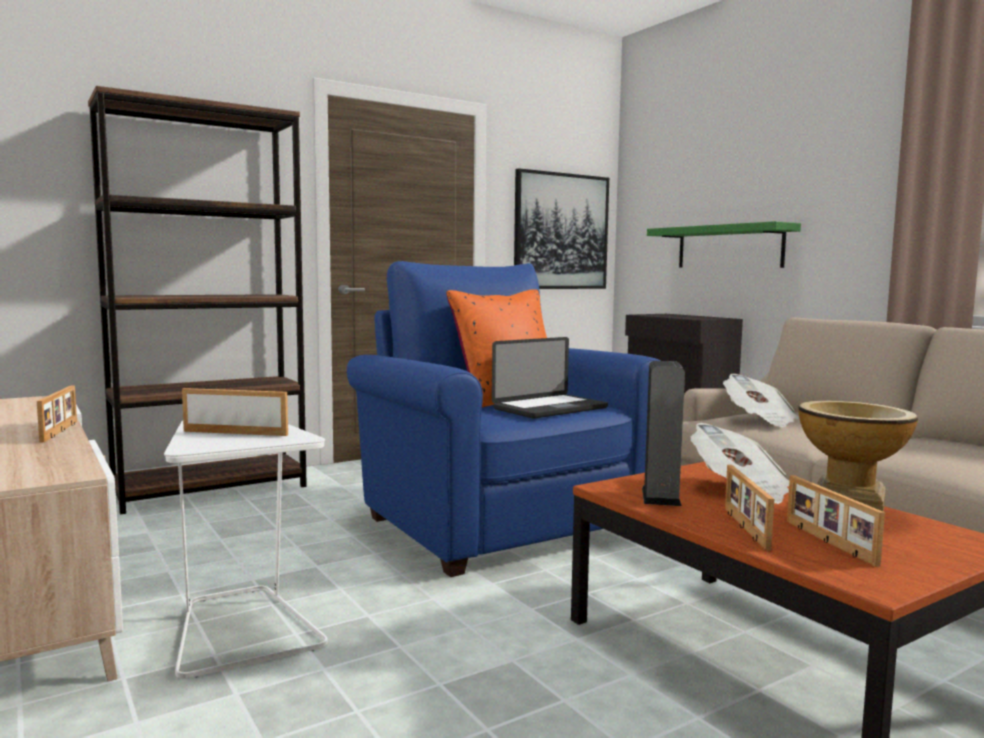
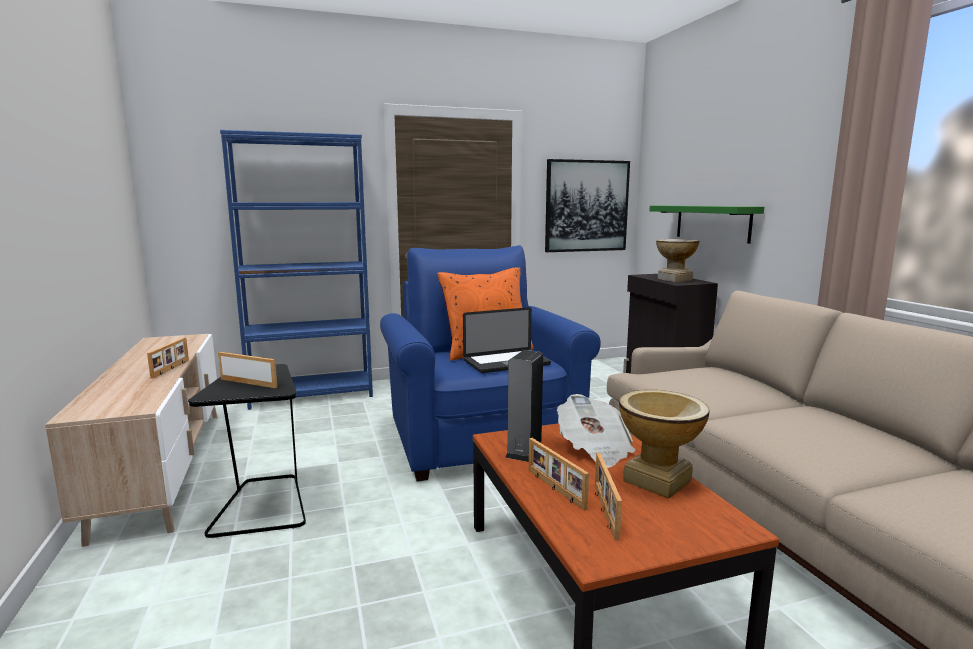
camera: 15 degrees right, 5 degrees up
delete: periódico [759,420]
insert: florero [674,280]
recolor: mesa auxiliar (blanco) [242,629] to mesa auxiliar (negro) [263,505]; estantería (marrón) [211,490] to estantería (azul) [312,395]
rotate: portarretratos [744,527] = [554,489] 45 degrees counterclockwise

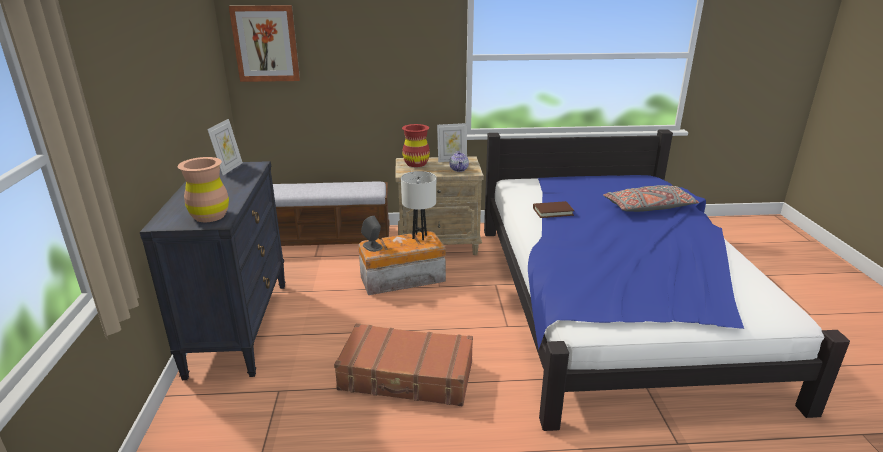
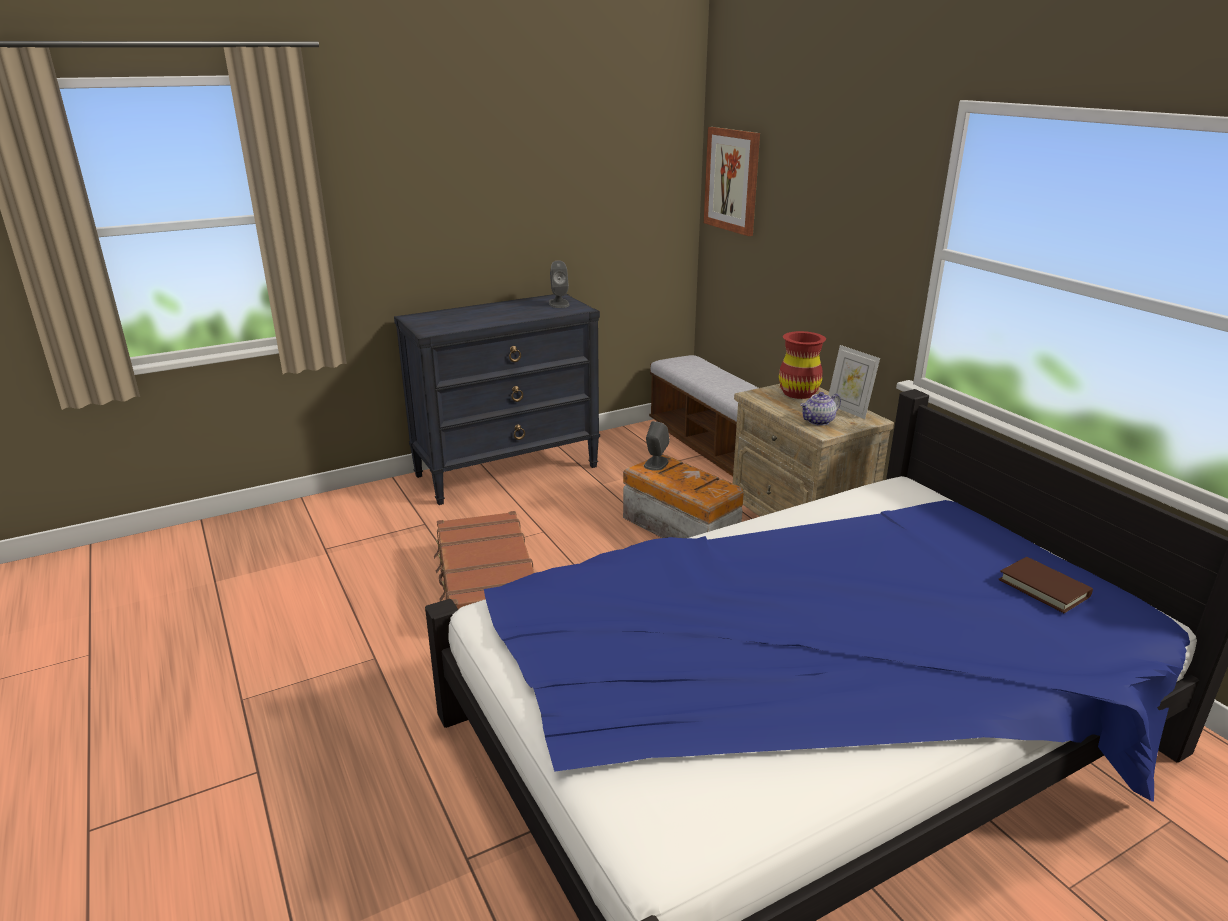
camera: 65 degrees right, 0 degrees up
delete: florero (marrón) [210,216]; lámpara de mesa (blanco) [419,237]; cojín (gris) [648,207]
move: libro (marrón) [553,211] to [1043,588]
replace: portarretratos [229,168] to altavoz (gris) [559,303]

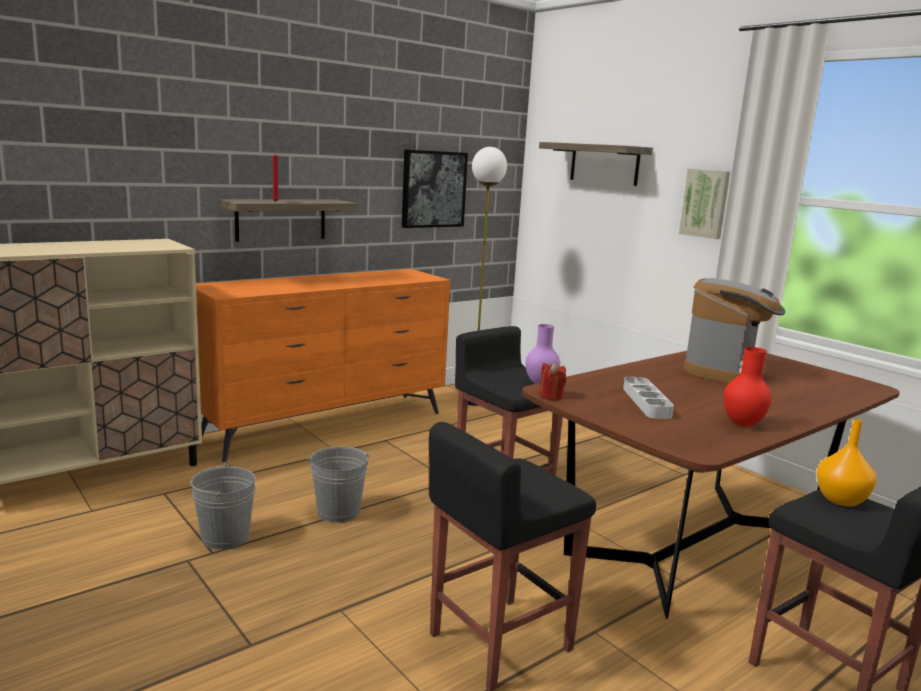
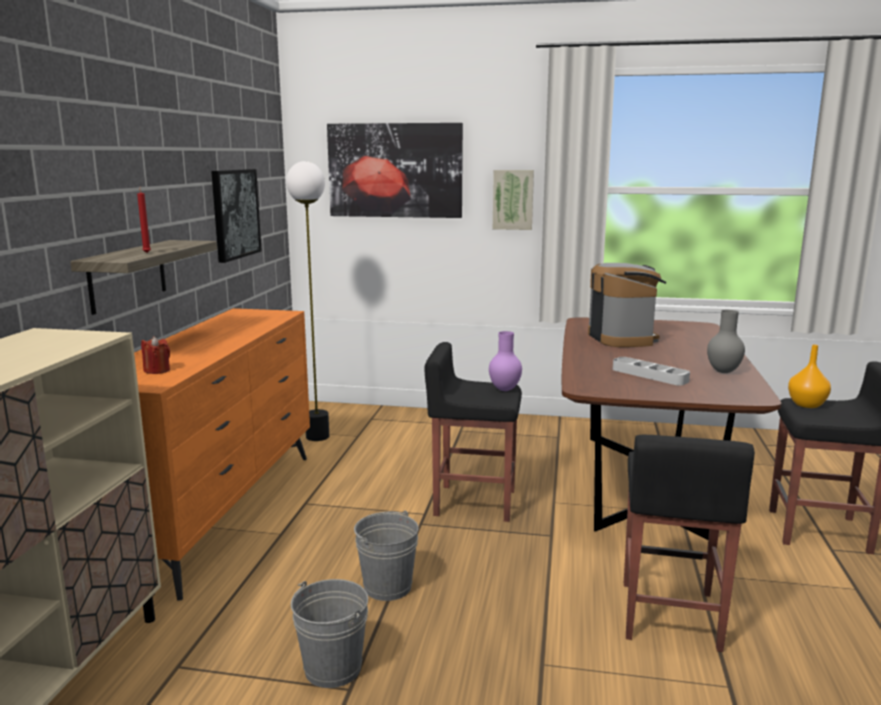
camera: 40 degrees left, 0 degrees up
move: vela (rojo) [551,396] to [157,370]
replace: estante [604,164] to cuadro [395,170]
recolor: florero (rojo) [741,424] to florero (gris) [722,371]

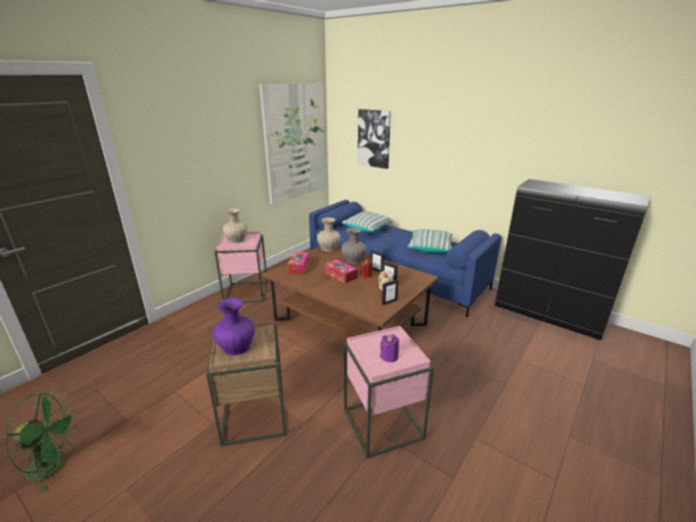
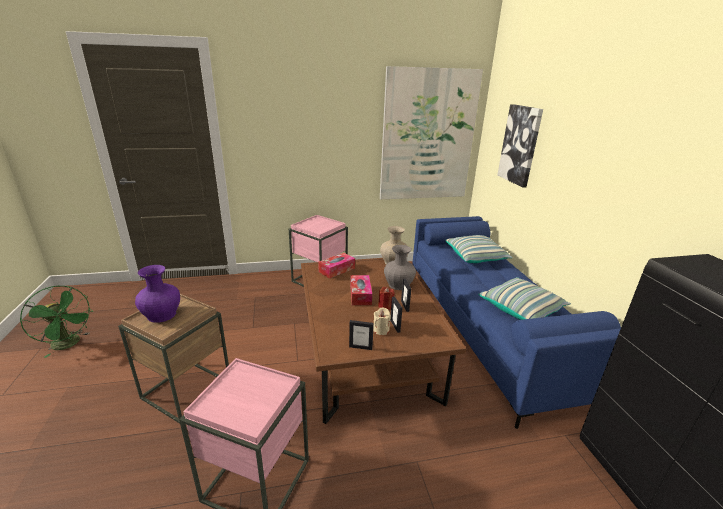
camera: 40 degrees right, 0 degrees up
delete: florero (beis) [236,240]; vela (morado) [389,356]

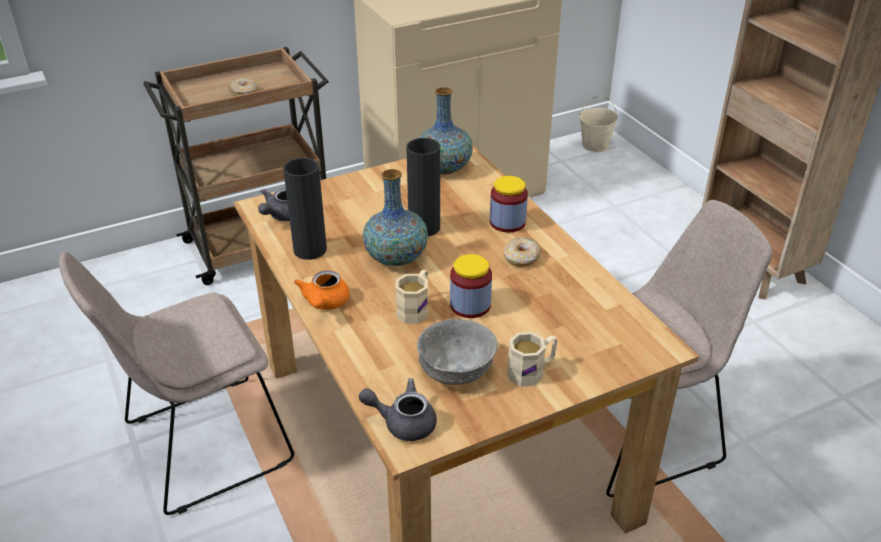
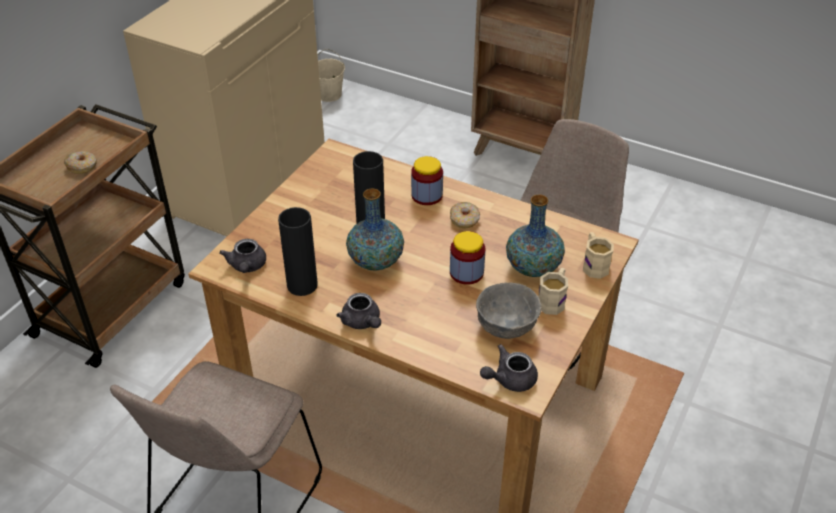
camera: 35 degrees left, 5 degrees up
move: florero [444,168] to [533,267]; taza grande (beis) [415,308] to [594,264]
recolor: tetera (naranja) [325,304] to tetera (gris) [362,322]

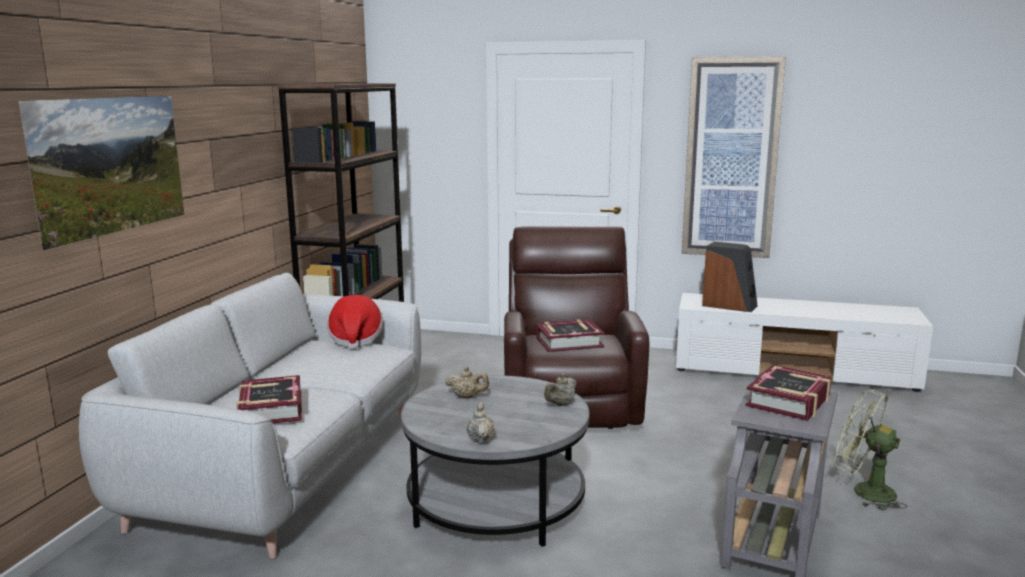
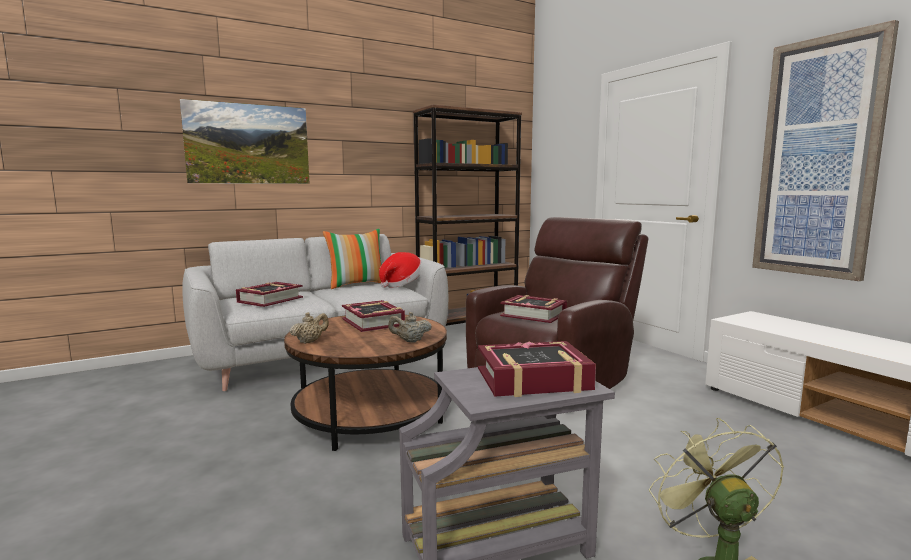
camera: 45 degrees right, 5 degrees down
delete: altavoz [729,305]
insert: cojín [357,284]
replace: tetera (beis) [467,397] to libro [373,322]
recolor: mesa de centro (gris) [496,502] to mesa de centro (marrón) [370,414]

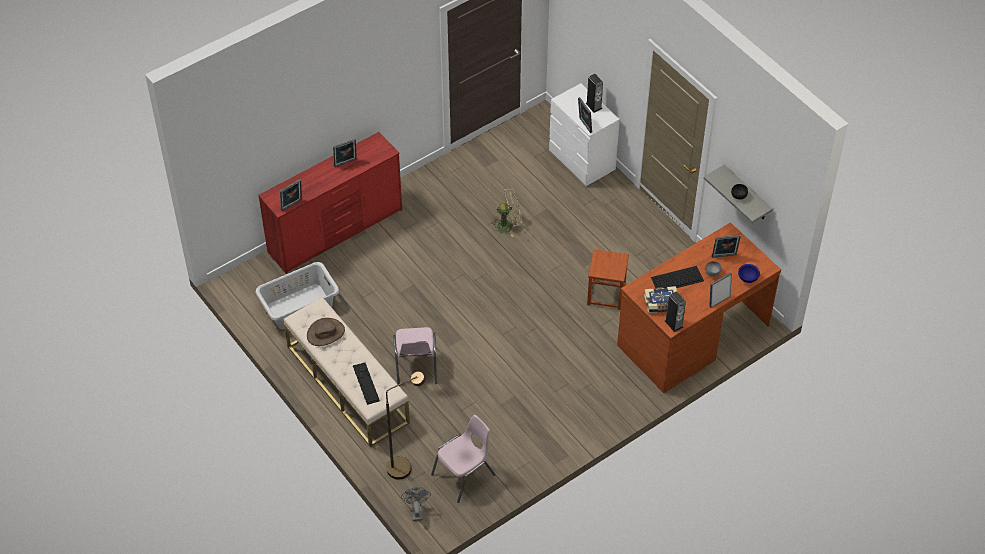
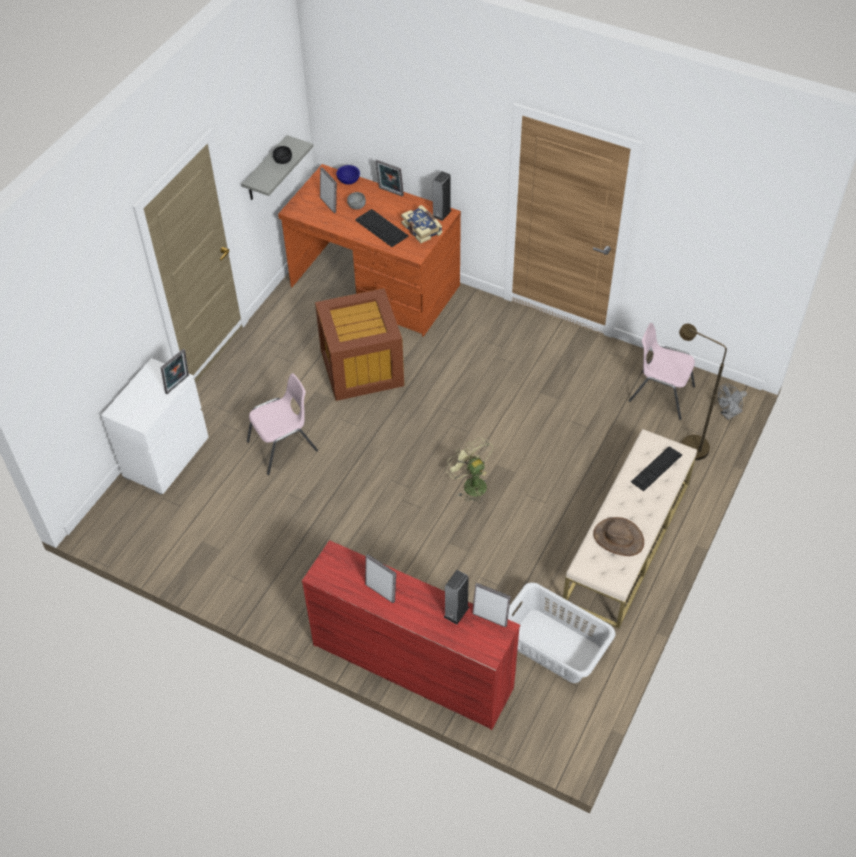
camera: 115 degrees left, 0 degrees up
move: silla (rosa) [415,367] to [283,446]; altavoz [593,106] to [456,612]; ventilador (verde) [507,225] to [470,484]
replace: taburete (marrón) [606,294] to caja de almacenaje (marrón) [360,367]

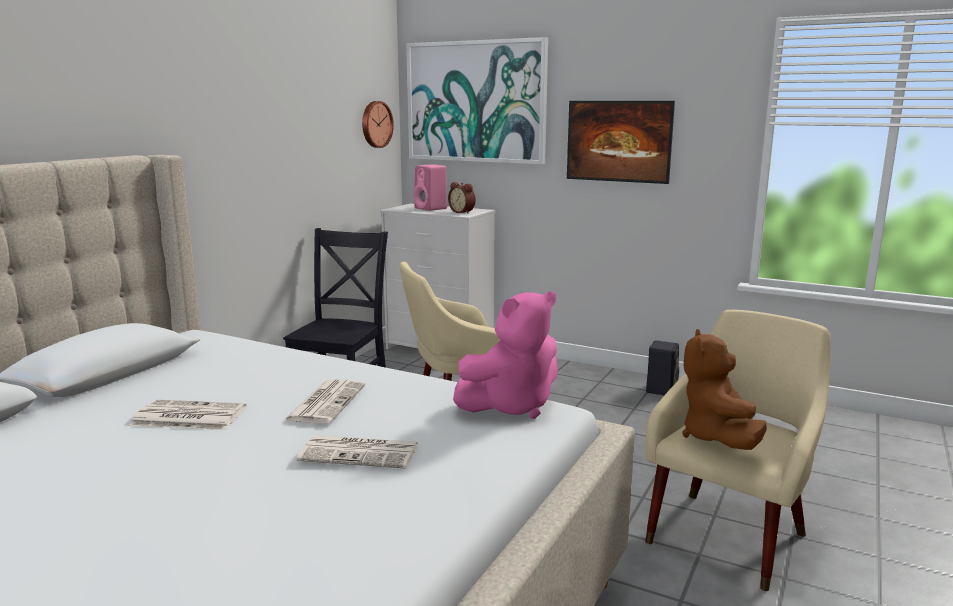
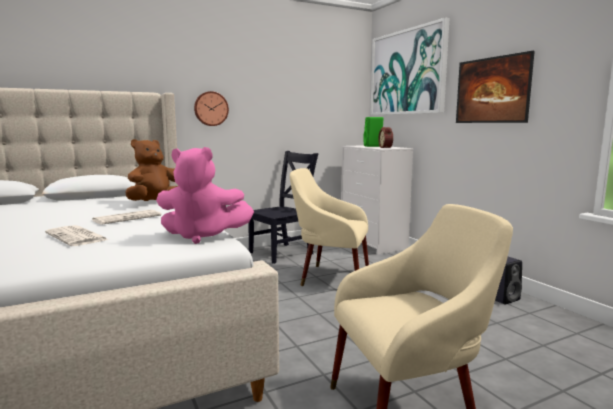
camera: 35 degrees right, 5 degrees down
delete: periódico [187,416]
move: peluche (marrón) [717,438] to [156,203]; reloj de pared [375,124] to [211,108]
recolor: altavoz (rosa) [431,208] to altavoz (verde) [373,146]

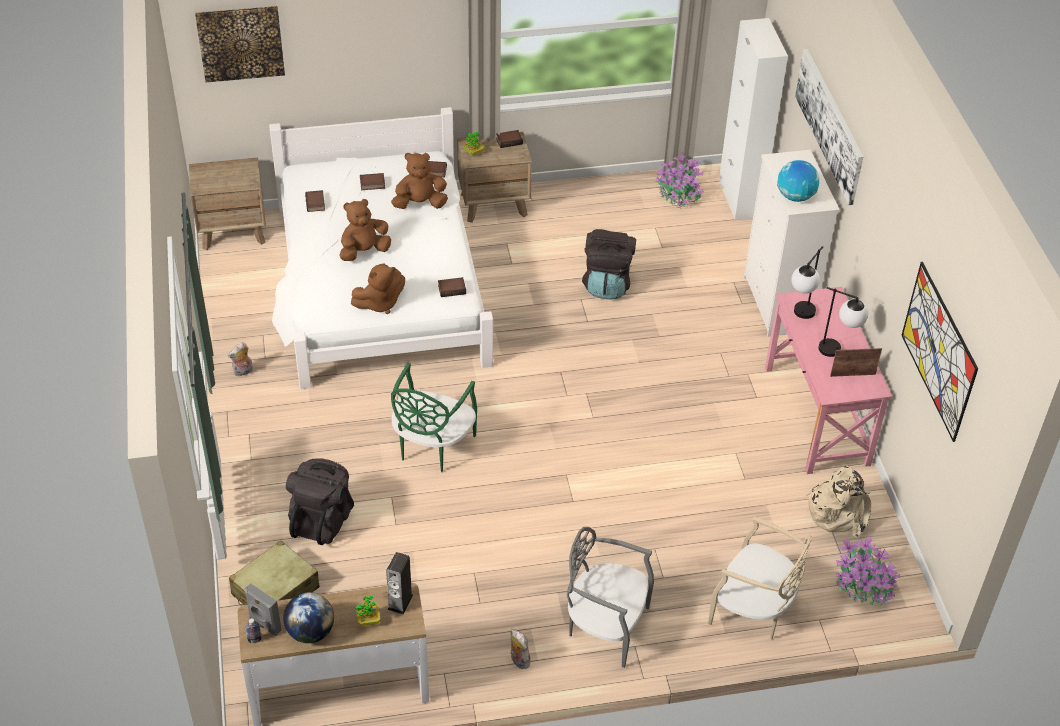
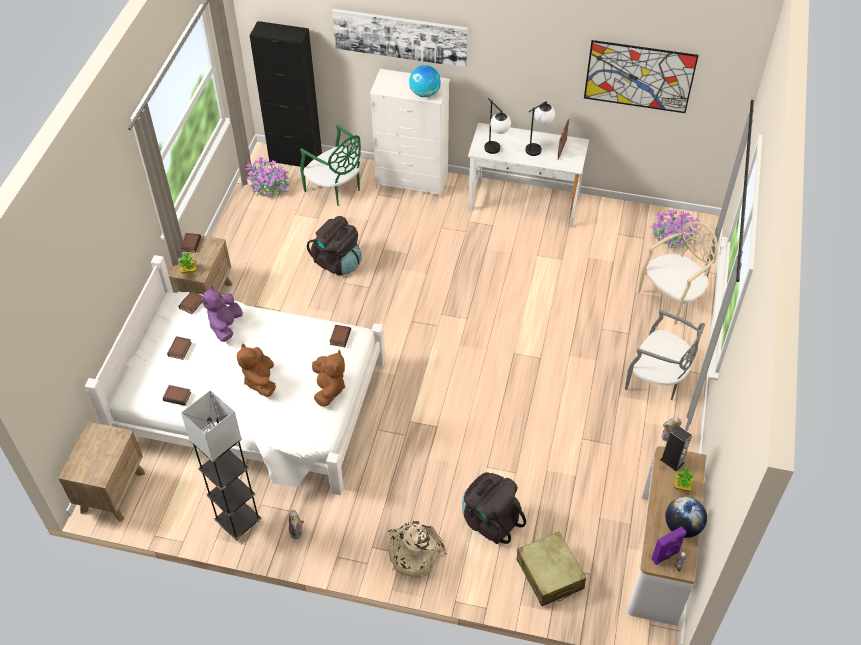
camera: 65 degrees left, 5 degrees up
delete: cuadro [240,43]
insert: lámpara de pie (gris) [238,521]
move: silla (verde) [432,446] to [335,189]; mochila (beis) [838,511] to [413,553]
recolor: peluche (marrón) [420,204] to peluche (morado) [225,326]; armario (blanco) [739,199] to armario (negro) [295,158]; escritorio (rosa) [817,415] to escritorio (blanco) [524,202]; altavoz (gris) [264,625] to altavoz (morado) [665,556]
rotate: silla (gris) [605,626] = [658,379] 105 degrees counterclockwise

